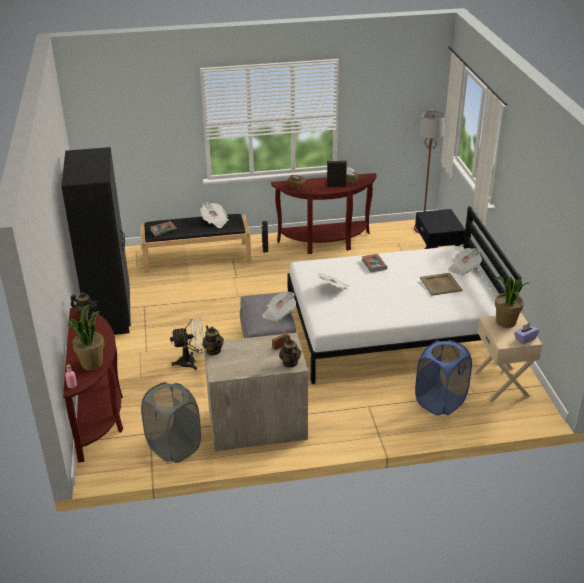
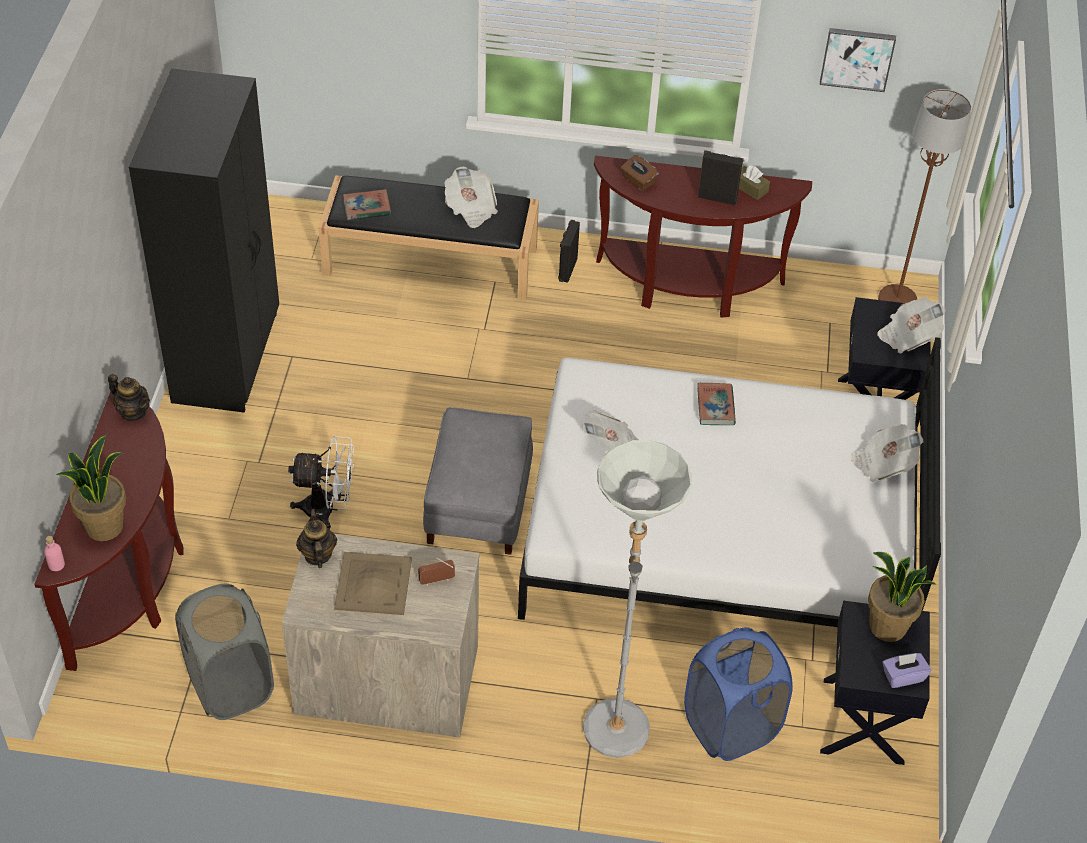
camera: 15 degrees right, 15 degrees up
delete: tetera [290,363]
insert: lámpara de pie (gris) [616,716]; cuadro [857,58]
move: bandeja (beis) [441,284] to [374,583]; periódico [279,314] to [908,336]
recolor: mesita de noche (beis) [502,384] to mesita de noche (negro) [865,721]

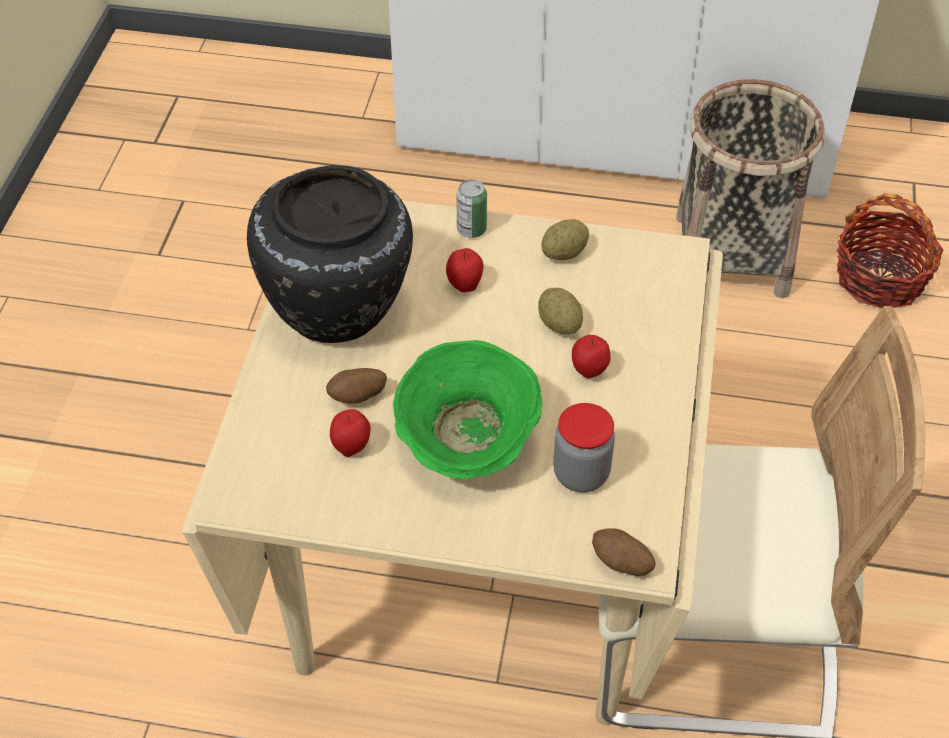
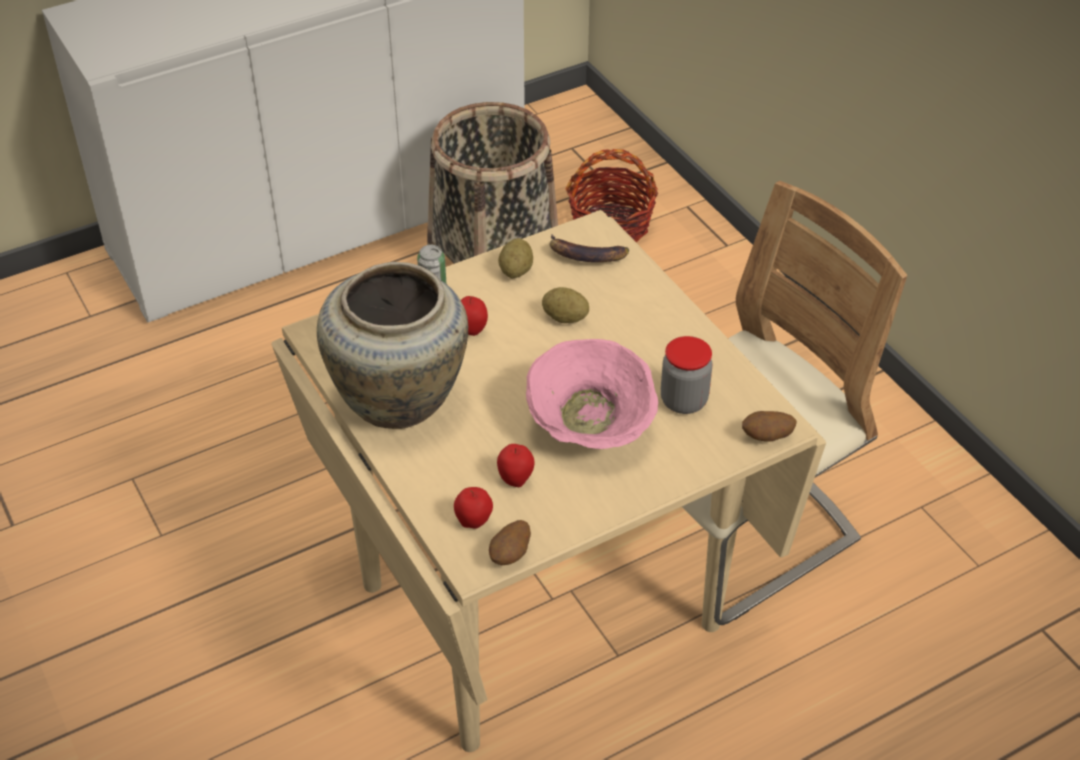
camera: 40 degrees left, 5 degrees down
insert: plátano [585,255]
move: manzana [589,372] to [474,522]; patata [358,397] to [510,555]
recolor: florero (negro) [340,311] to florero (beis) [401,398]; cuenco (verde) [467,444] to cuenco (rosa) [591,428]

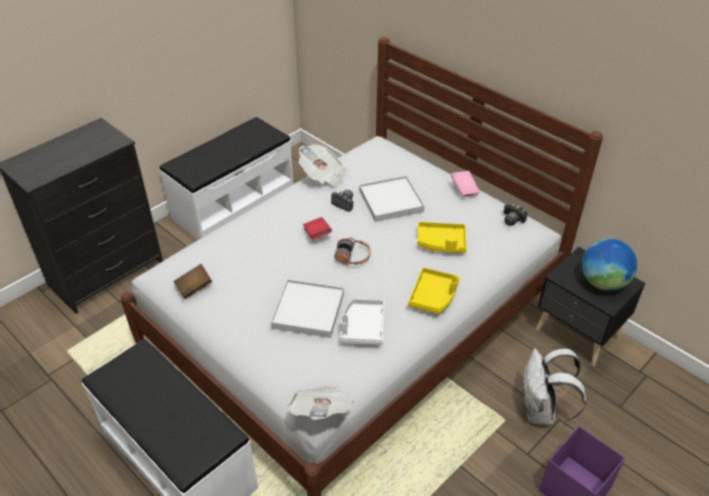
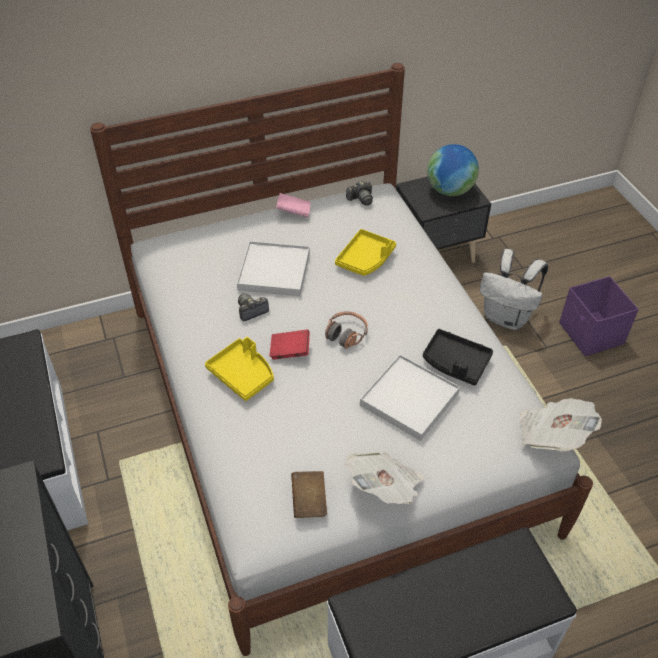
camera: 65 degrees left, 5 degrees up
move: bandeja (amarillo) [433,296] to [243,374]; periódico [323,176] to [385,487]
recolor: bandeja (blanco) [362,327] to bandeja (negro) [455,363]

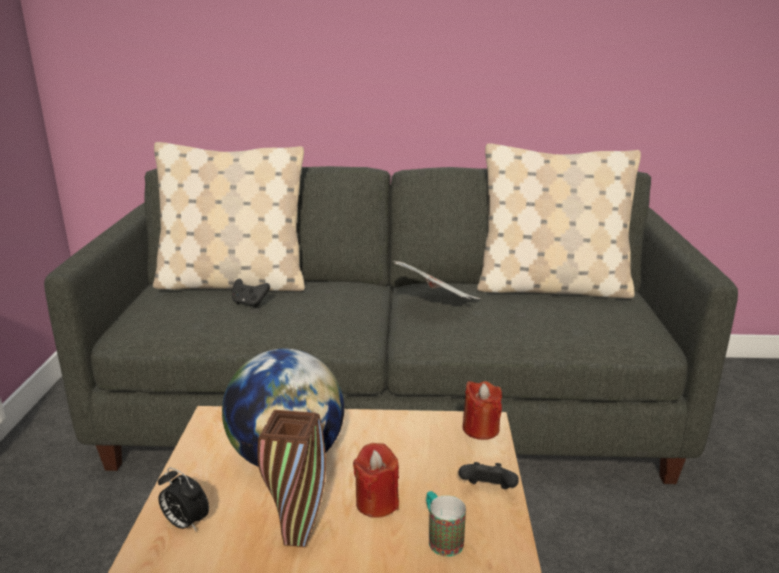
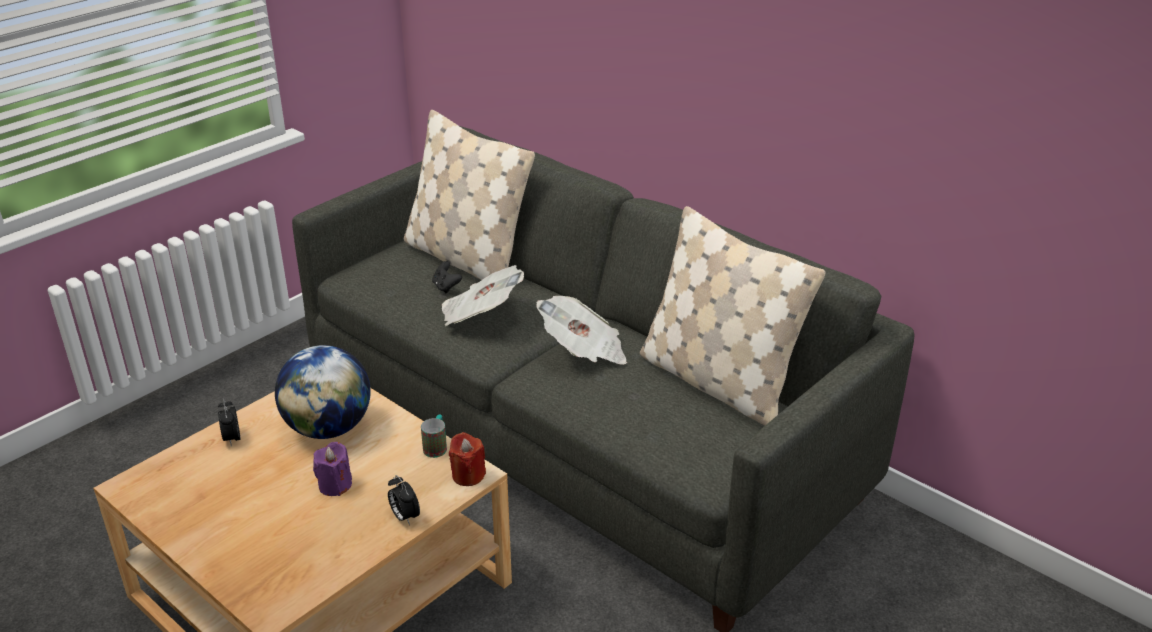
camera: 40 degrees right, 10 degrees up
delete: florero (marrón) [297,538]
insert: periódico [480,315]
move: taza grande [441,538] to [436,446]
replace: mando de consola (negro) [488,490] to despertador [404,517]
recolor: vela (rojo) [377,502] to vela (morado) [335,485]

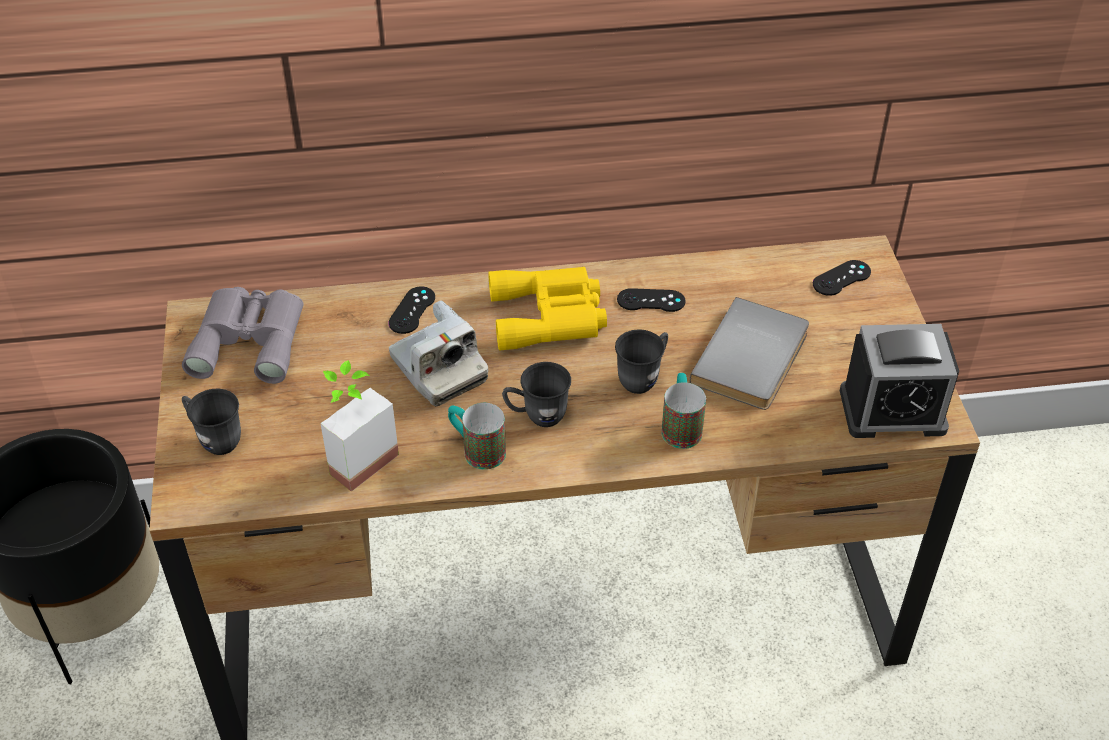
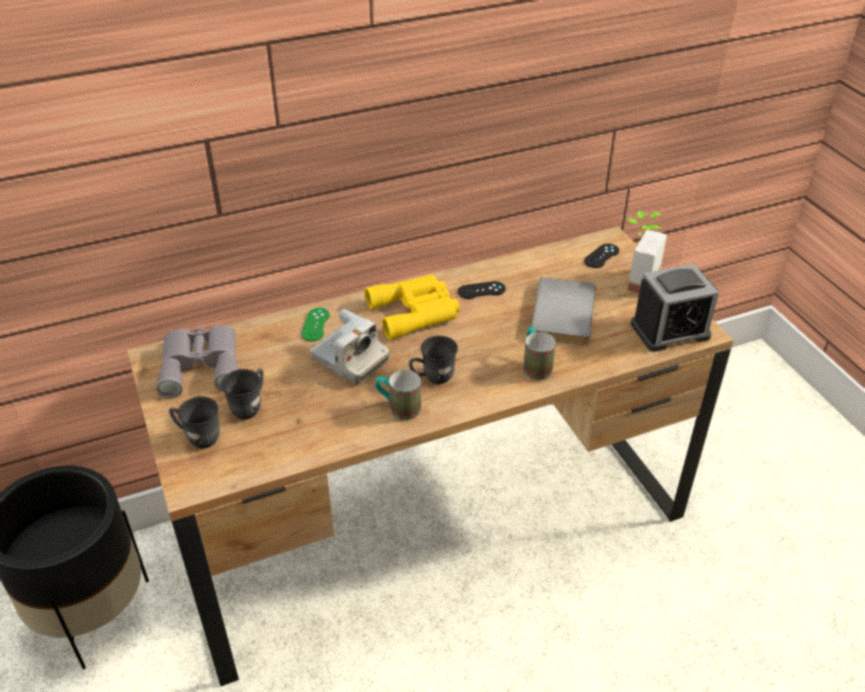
camera: 15 degrees left, 5 degrees down
move: taza grande (gris) [643,378] to [250,406]; planta en maceta [355,457] to [635,279]
recolor: mando de consola (negro) [412,310] to mando de consola (verde) [315,325]

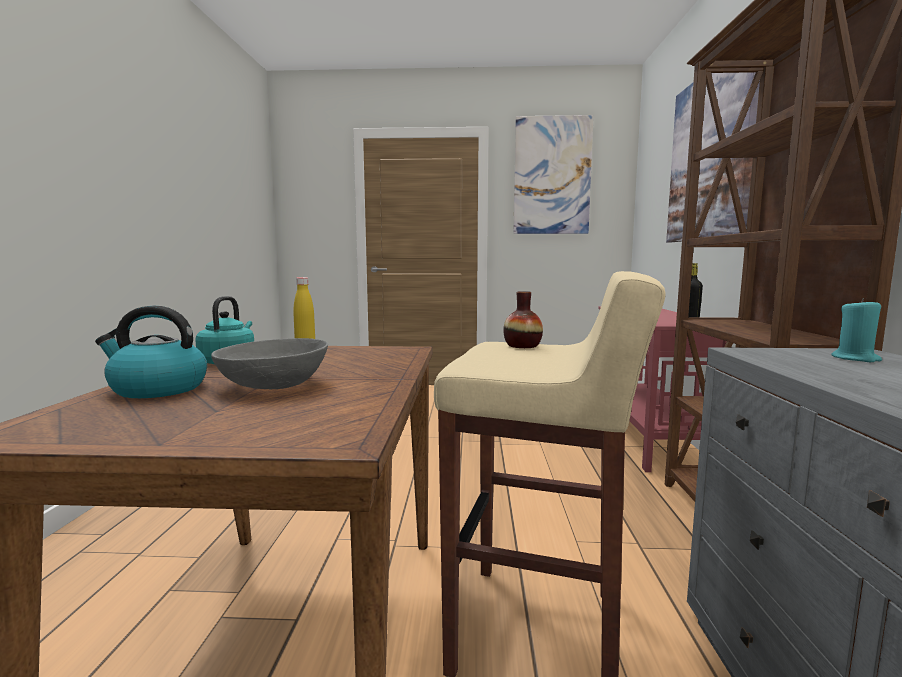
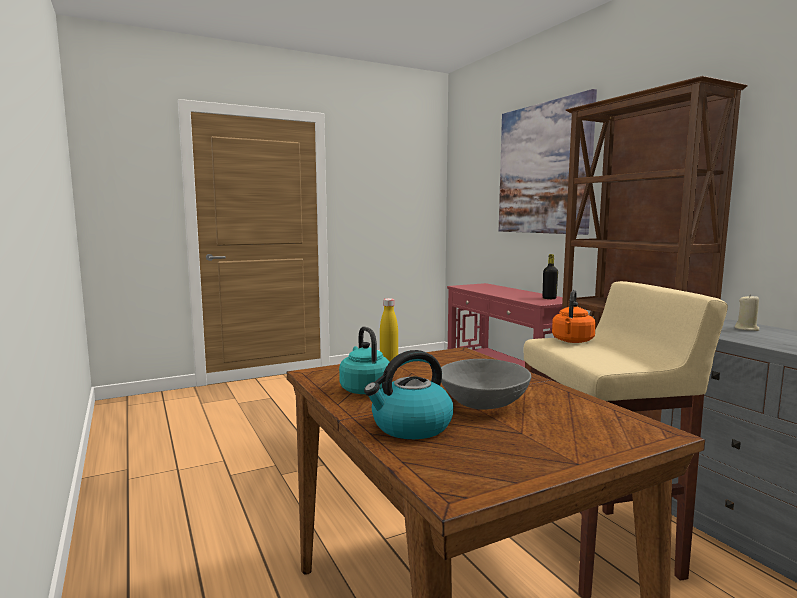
camera: 30 degrees left, 0 degrees up
delete: cuadro [552,175]
replace: florero [522,346] to hervidor (naranja) [572,341]
recolor: vela (turquesa) [855,359] to vela (beis) [746,329]

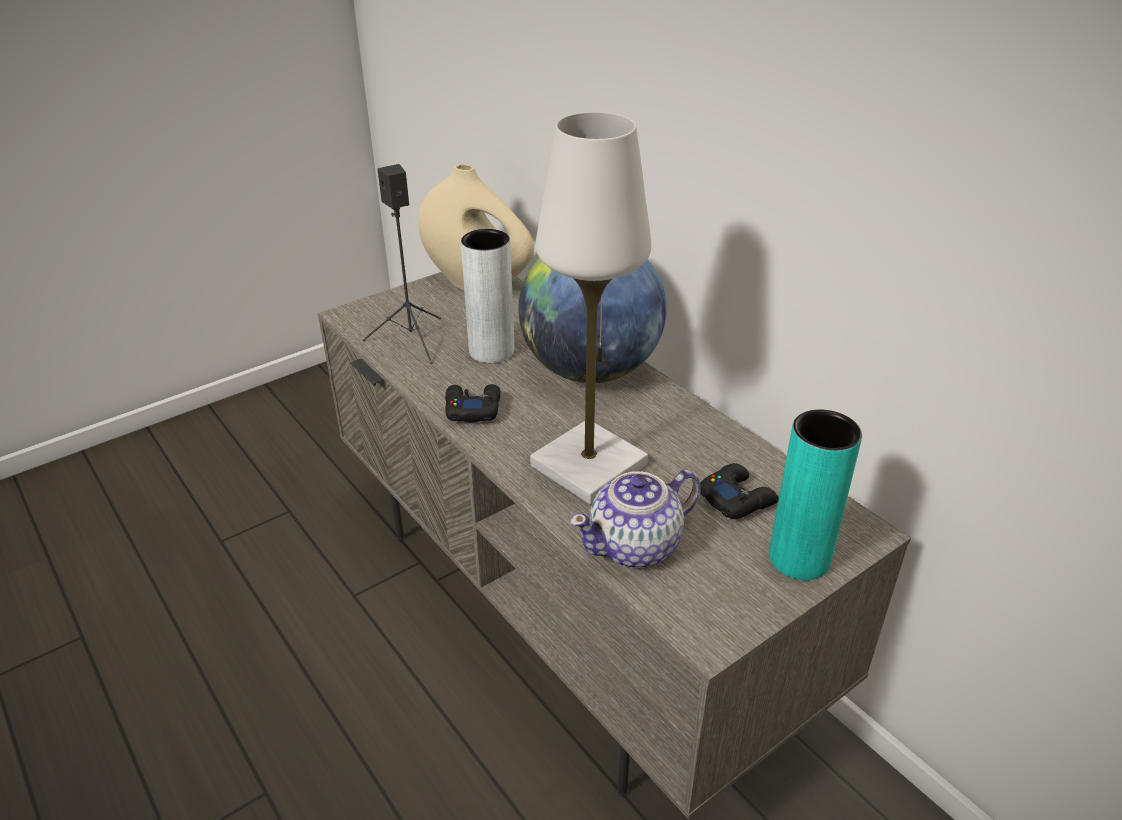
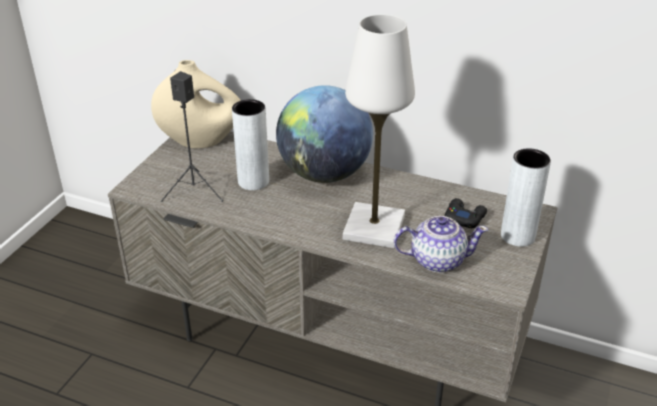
camera: 30 degrees left, 0 degrees up
delete: mando de consola (negro) [472,409]
recolor: florero (turquesa) [799,558] to florero (gris) [517,236]
rotate: tetera [636,546] = [437,260] 120 degrees counterclockwise

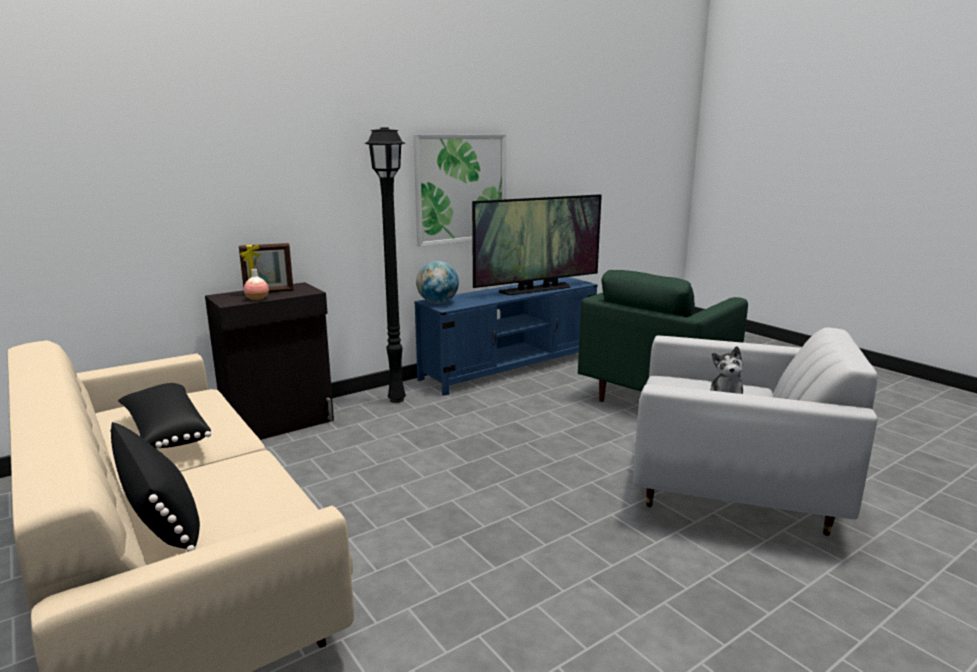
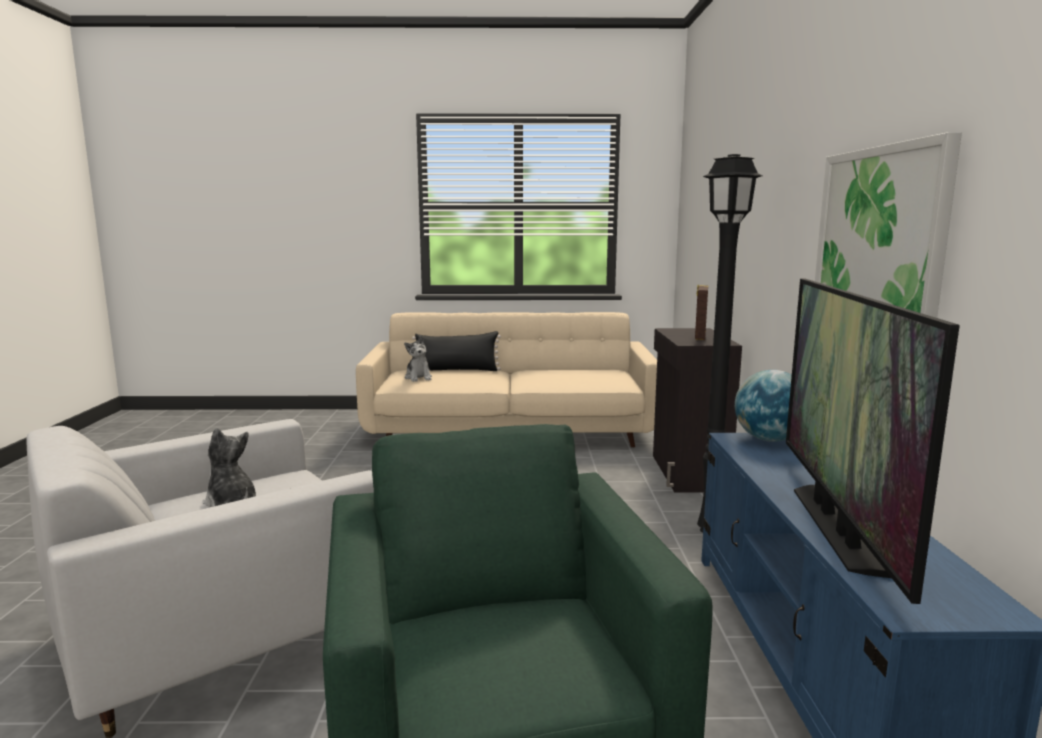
camera: 125 degrees right, 5 degrees down
delete: cojín (negro) [165,432]; florero [257,299]
insert: peluche [418,378]

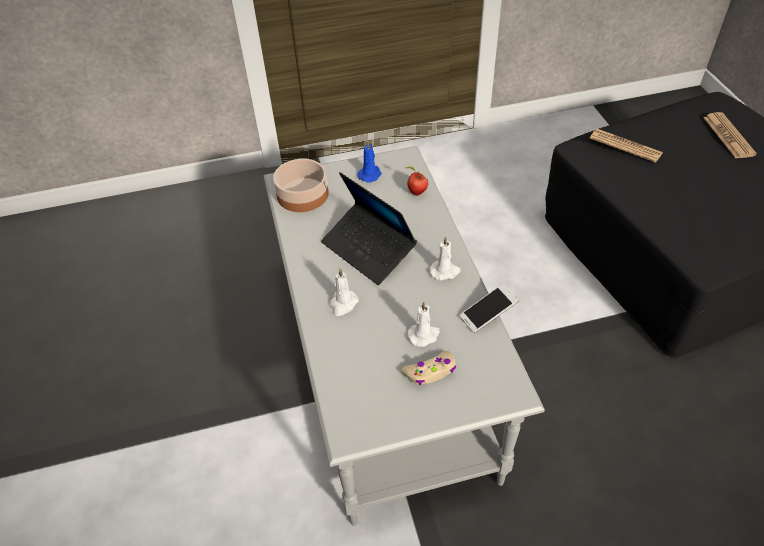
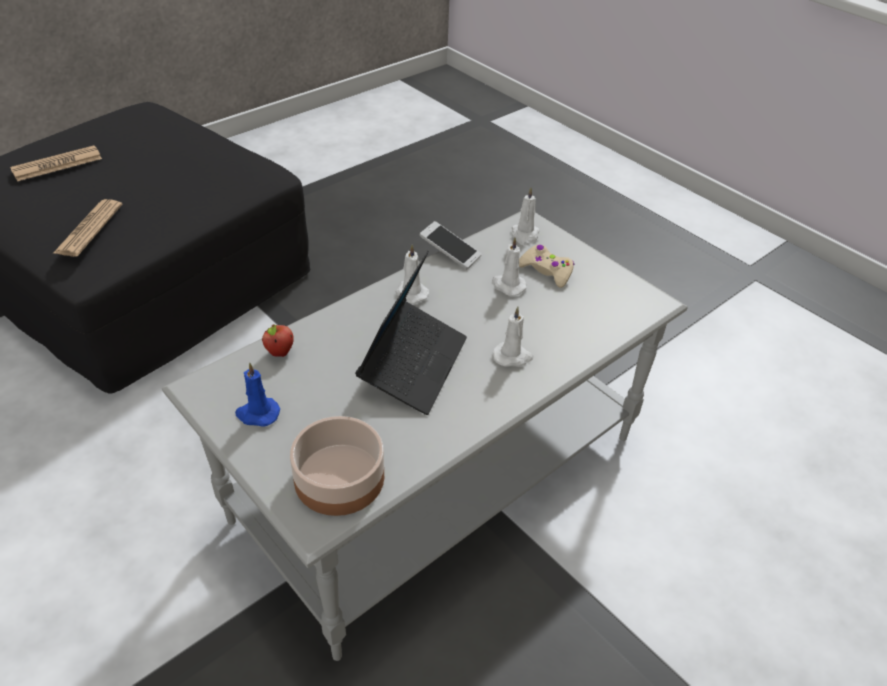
camera: 120 degrees left, 5 degrees down
insert: vela (blanco) [524,235]

